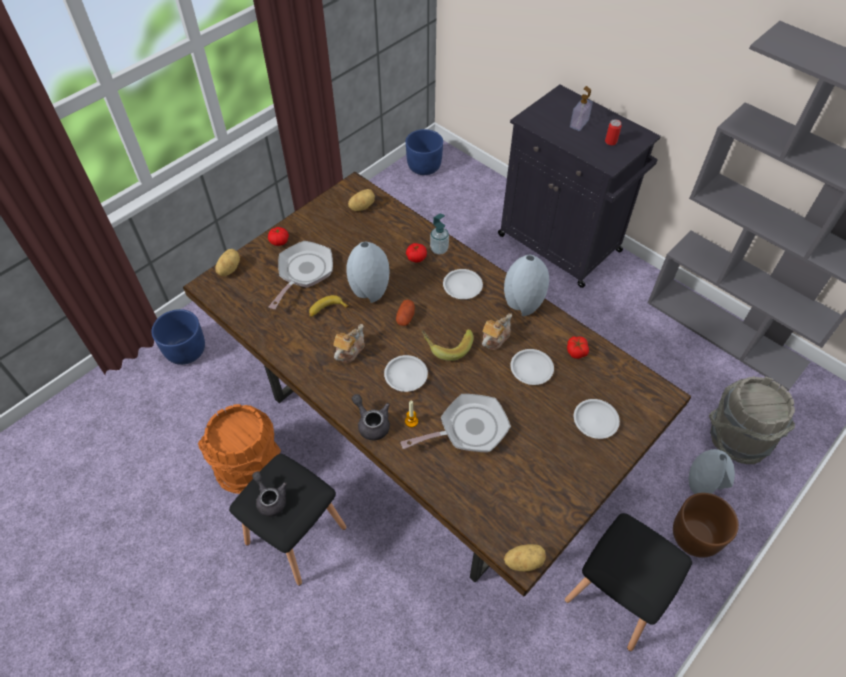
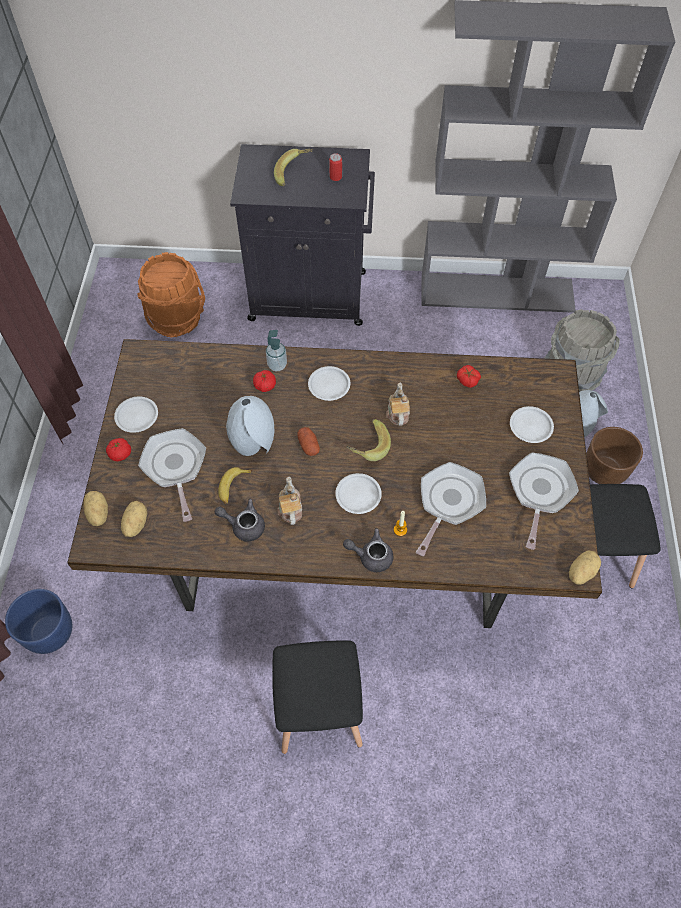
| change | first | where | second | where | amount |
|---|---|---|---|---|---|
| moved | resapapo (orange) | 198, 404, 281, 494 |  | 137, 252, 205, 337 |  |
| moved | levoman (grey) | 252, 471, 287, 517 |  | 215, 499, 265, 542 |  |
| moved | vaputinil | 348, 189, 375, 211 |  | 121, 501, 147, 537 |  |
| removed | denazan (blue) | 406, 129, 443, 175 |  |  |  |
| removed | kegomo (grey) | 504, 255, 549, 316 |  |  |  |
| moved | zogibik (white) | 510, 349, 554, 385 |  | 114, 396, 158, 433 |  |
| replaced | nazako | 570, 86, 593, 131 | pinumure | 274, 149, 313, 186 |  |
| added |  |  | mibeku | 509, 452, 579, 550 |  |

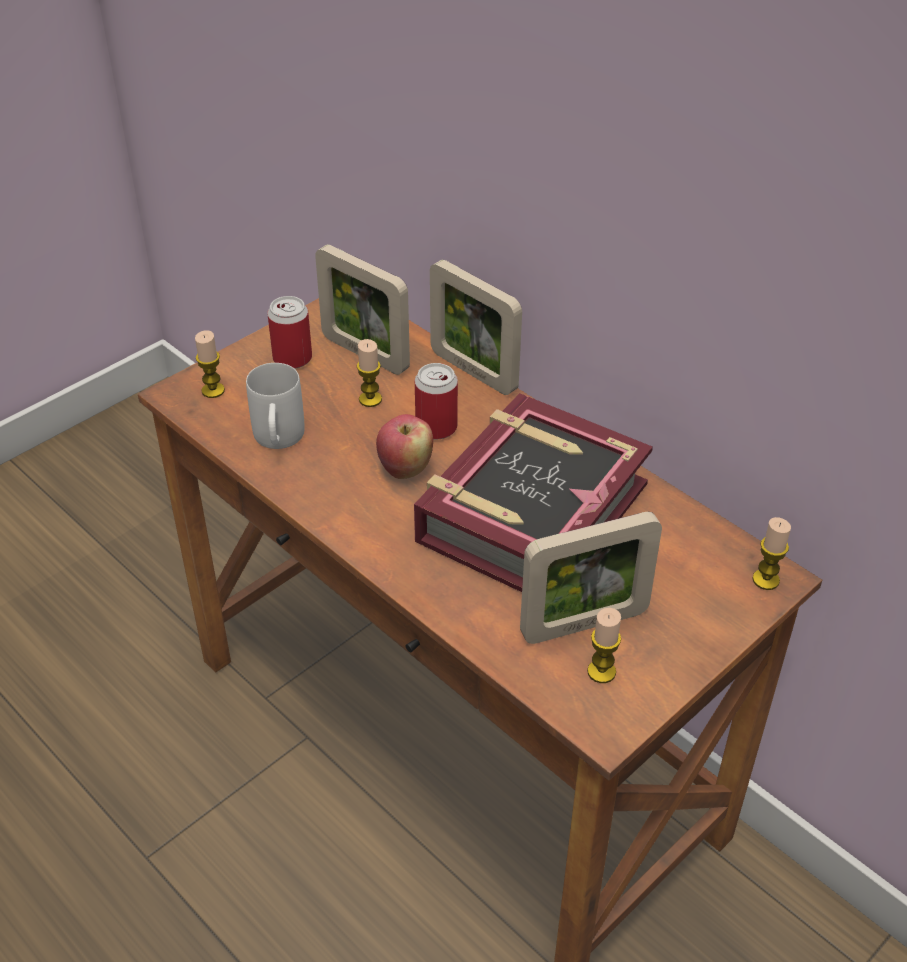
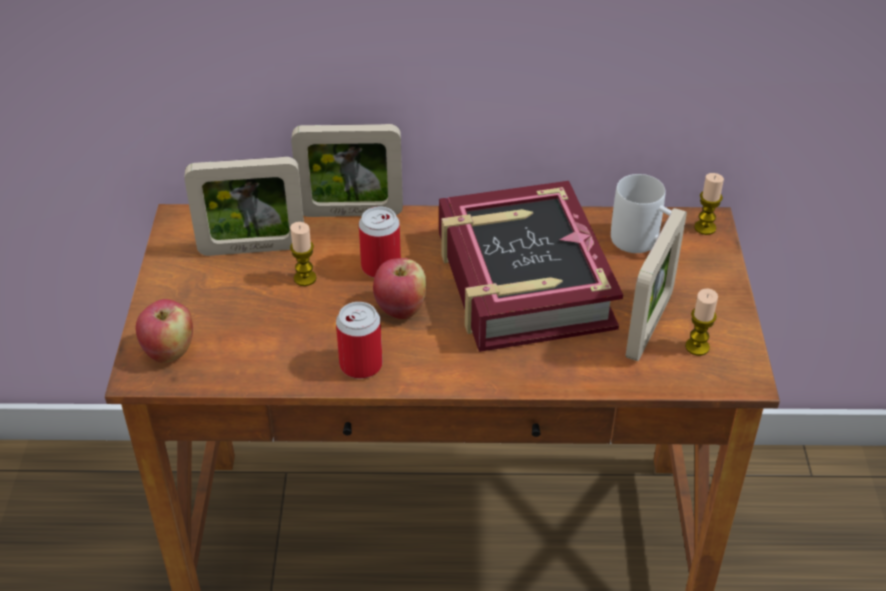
| change | first | where | second | where | amount |
|---|---|---|---|---|---|
| replaced | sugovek | 195, 330, 225, 398 | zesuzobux | 136, 299, 193, 363 |  |
| moved | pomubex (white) | 246, 363, 305, 449 |  | 611, 174, 672, 253 |  |
| moved | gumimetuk | 268, 296, 312, 369 |  | 336, 302, 383, 379 |  |

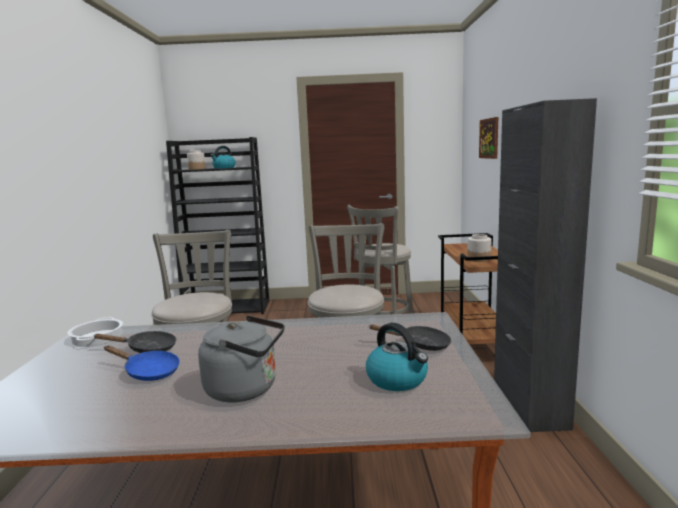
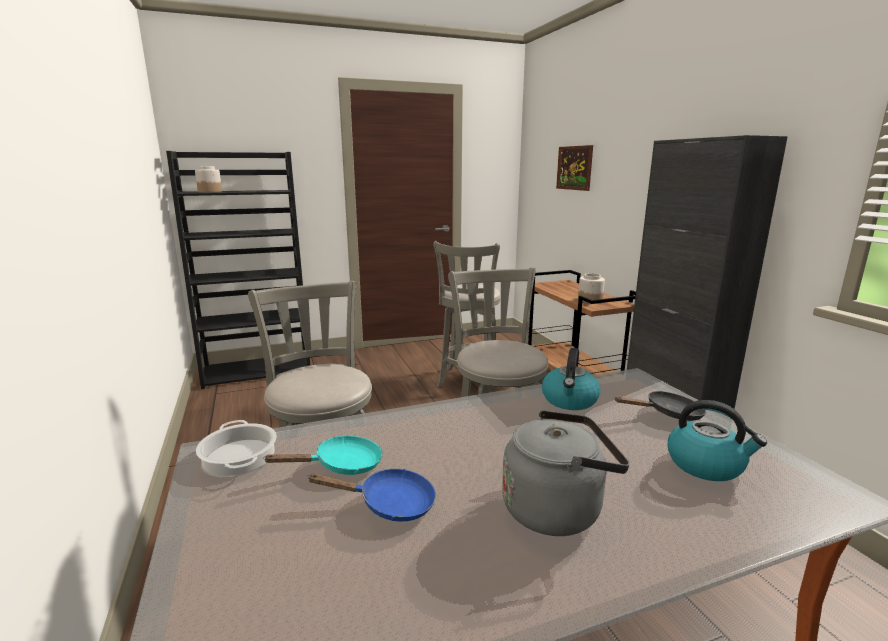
| change | first | where | second | where | amount |
|---|---|---|---|---|---|
| recoloured | mibeku (black) | 93, 331, 176, 353 | mibeku (turquoise) | 263, 435, 383, 475 |  |
| moved | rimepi | 210, 146, 236, 169 |  | 542, 348, 601, 410 |  |

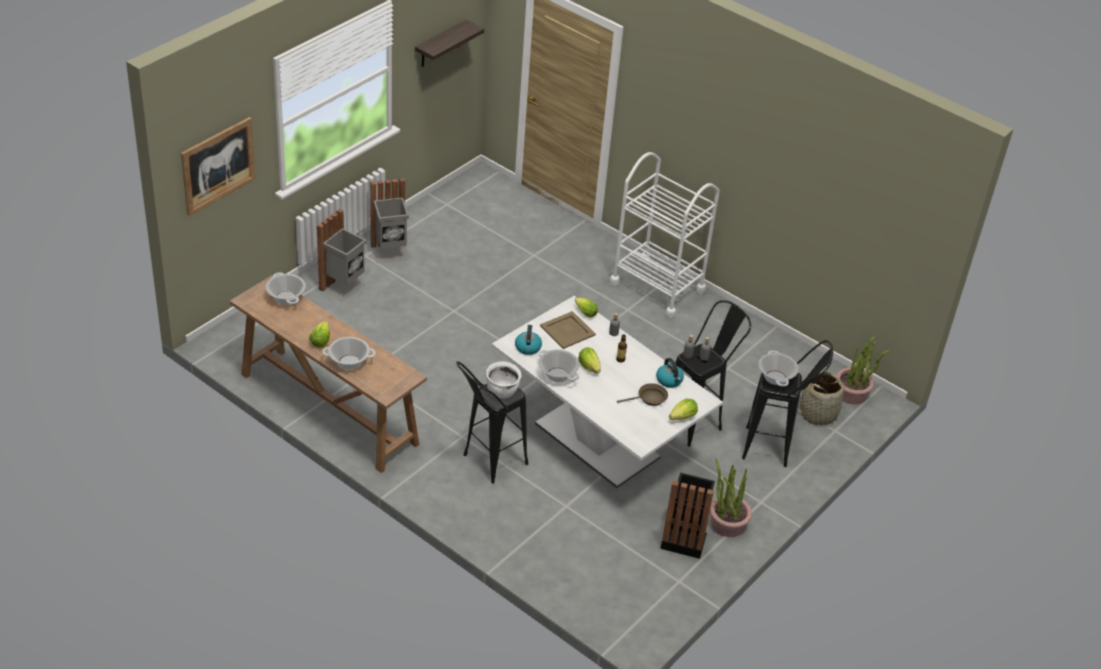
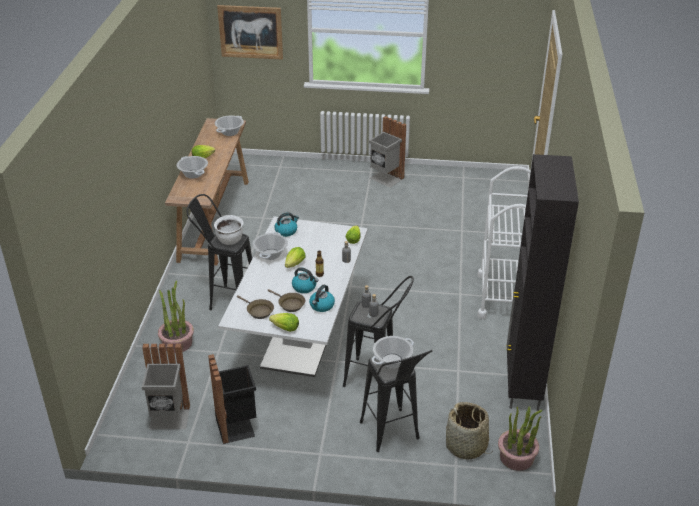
| change | first | where | second | where | amount |
|---|---|---|---|---|---|
| moved | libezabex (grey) | 317, 209, 367, 302 |  | 142, 344, 190, 429 |  |
| removed | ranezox | 415, 20, 484, 67 |  |  |  |
| removed | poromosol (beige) | 540, 311, 596, 349 |  |  |  |
| moved | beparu | 710, 459, 752, 537 |  | 158, 280, 194, 353 |  |
| added |  |  | mibeku (brown) | 237, 295, 274, 319 |  |
| added |  |  | rimepi | 292, 267, 319, 293 |  |
| added |  |  | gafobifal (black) | 506, 154, 579, 411 |  |

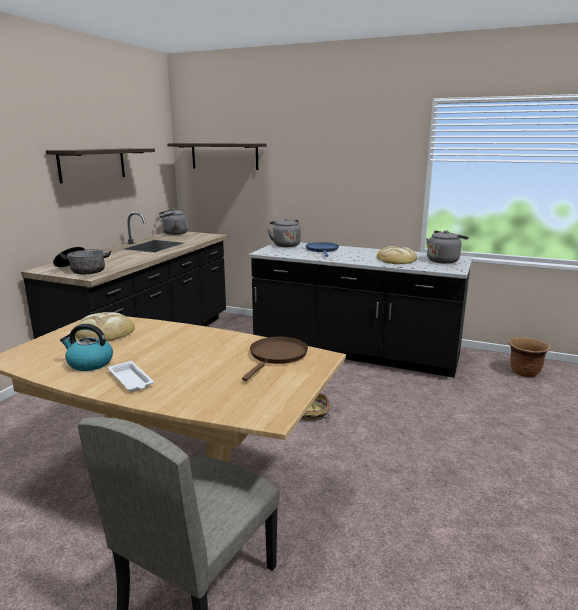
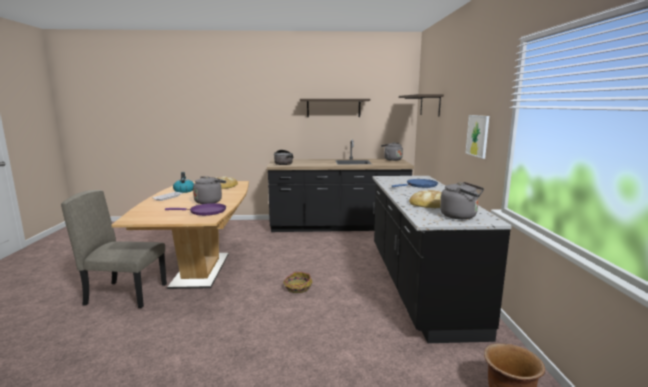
| change | first | where | second | where | amount |
|---|---|---|---|---|---|
| recoloured | mibeku (brown) | 242, 337, 308, 381 | mibeku (purple) | 165, 203, 226, 216 |  |
| moved | rimepi (grey) | 268, 218, 301, 247 |  | 193, 176, 226, 204 |  |
| added |  |  | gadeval | 466, 115, 489, 159 |  |

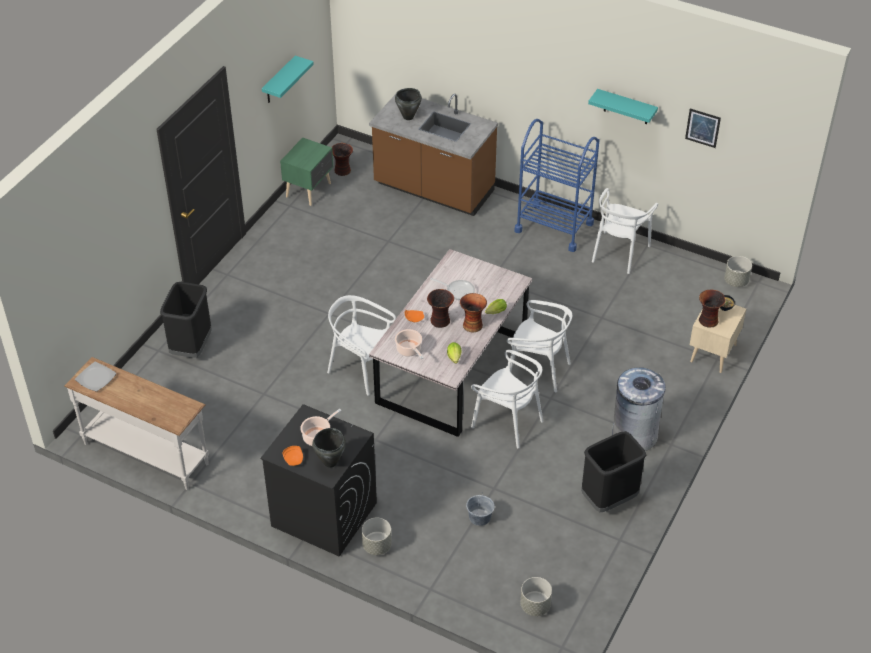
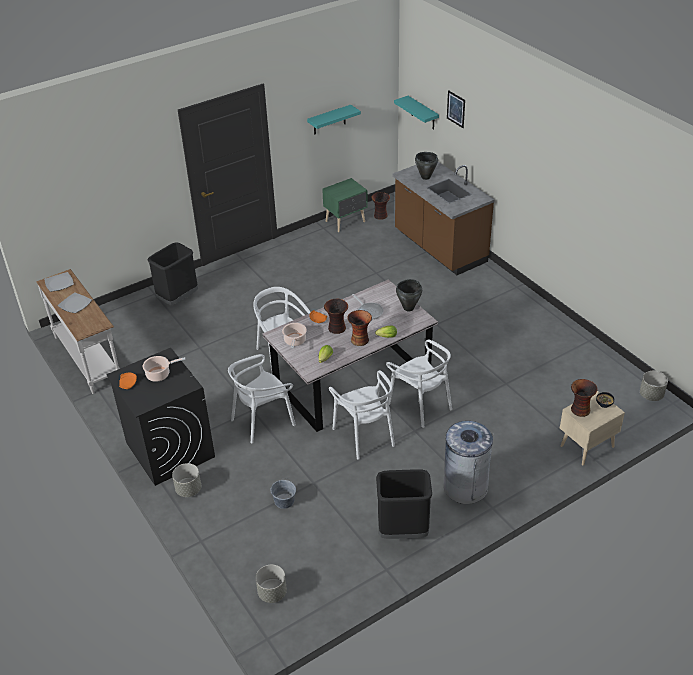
| change | first | where | second | where | amount |
|---|---|---|---|---|---|
| moved | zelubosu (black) | 312, 428, 346, 468 |  | 396, 279, 422, 311 |  |
| removed | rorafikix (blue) | 514, 119, 600, 252 |  |  |  |
| moved | ranezox (turquoise) | 588, 89, 658, 124 |  | 394, 96, 439, 130 |  |
| moved | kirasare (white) | 592, 188, 658, 274 |  | 228, 354, 296, 444 |  |
| moved | gadeval | 685, 108, 721, 148 |  | 447, 90, 465, 128 |  |
| added |  |  | zogibik | 57, 293, 92, 313 |  |

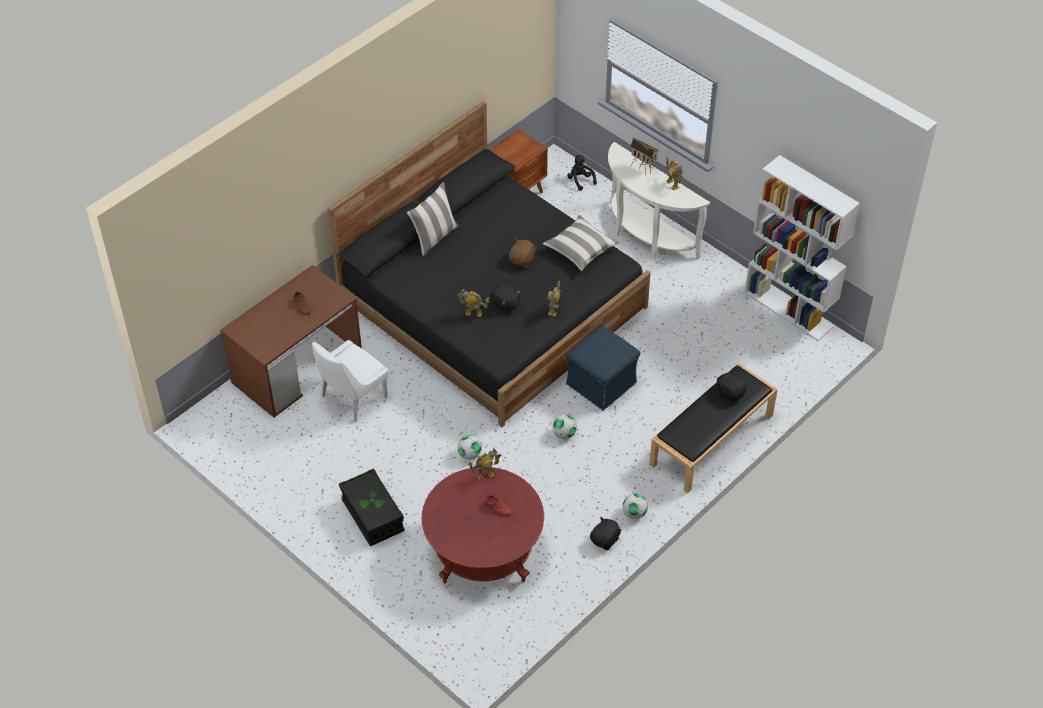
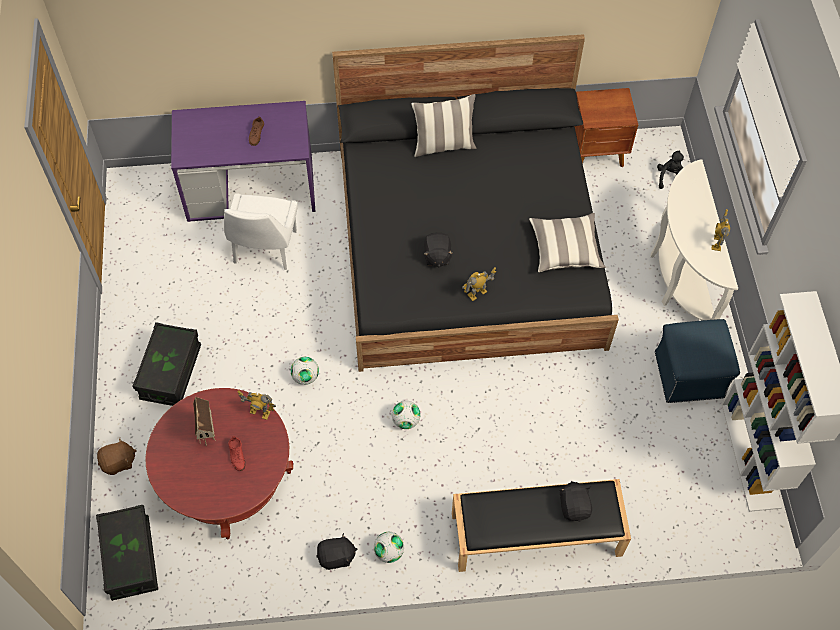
| change | first | where | second | where | amount |
|---|---|---|---|---|---|
| recoloured | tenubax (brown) | 221, 265, 362, 418 | tenubax (purple) | 171, 101, 315, 222 |  |
| turned | kirasare (white) | 312, 340, 389, 422 |  | 224, 193, 298, 270 | 75 degrees counterclockwise |
| removed | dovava | 457, 289, 489, 317 |  |  |  |
| moved | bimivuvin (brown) | 509, 239, 537, 268 |  | 97, 438, 137, 475 |  |
| moved | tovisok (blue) | 566, 326, 640, 410 |  | 655, 319, 740, 403 |  |
| moved | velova | 630, 138, 660, 175 |  | 193, 396, 216, 446 |  |
| added |  |  | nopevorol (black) | 96, 505, 158, 601 |  |

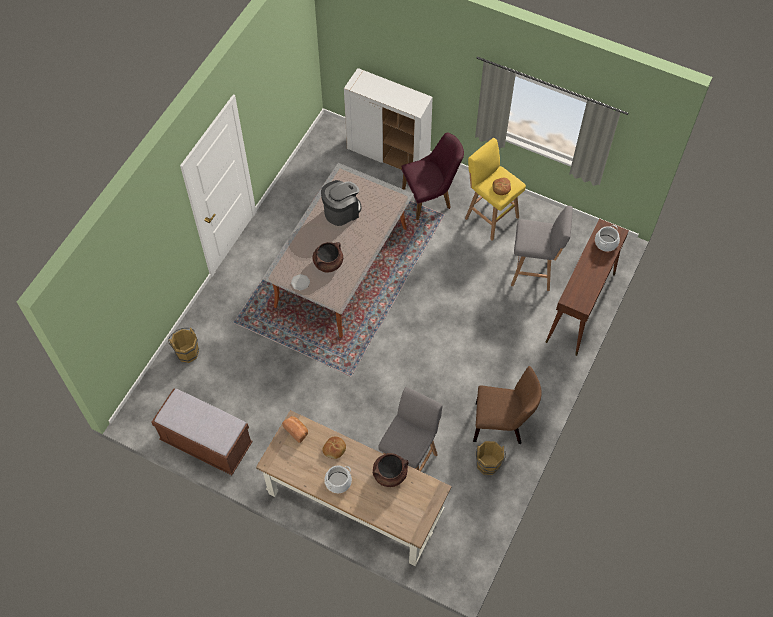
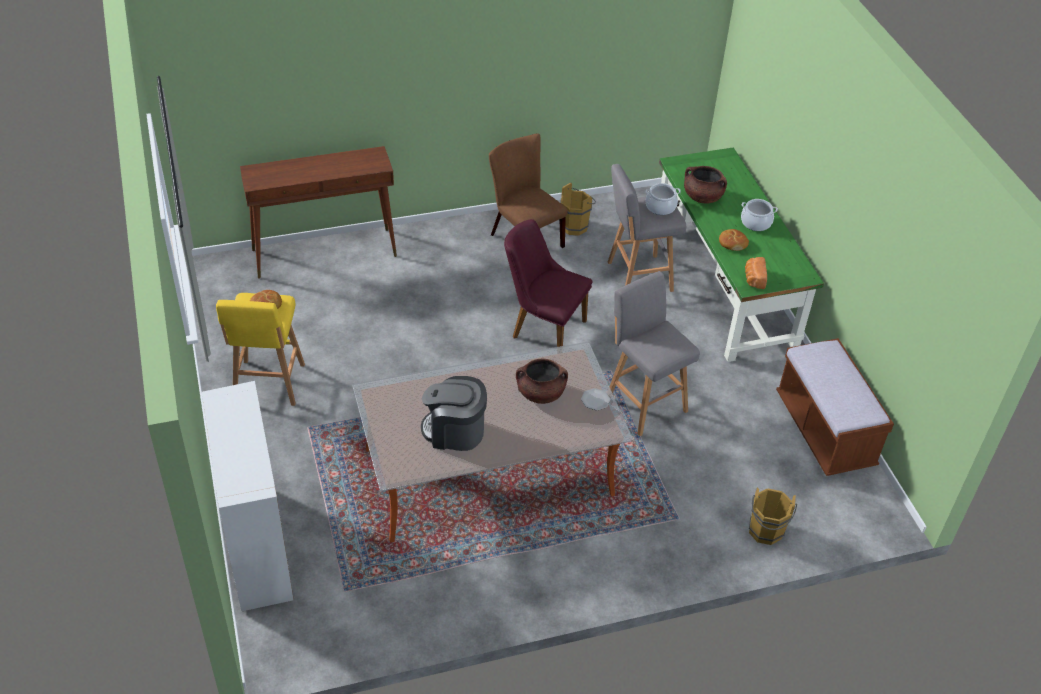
| change | first | where | second | where | amount |
|---|---|---|---|---|---|
| recoloured | tenubax (brown) | 256, 410, 452, 567 | tenubax (green) | 659, 148, 824, 362 |  |
| moved | kirasare (purple) | 401, 133, 464, 220 |  | 504, 219, 593, 347 |  |
| moved | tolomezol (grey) | 511, 206, 573, 291 |  | 609, 271, 700, 436 |  |
| moved | zelubosu | 595, 225, 620, 252 |  | 645, 183, 681, 215 |  |

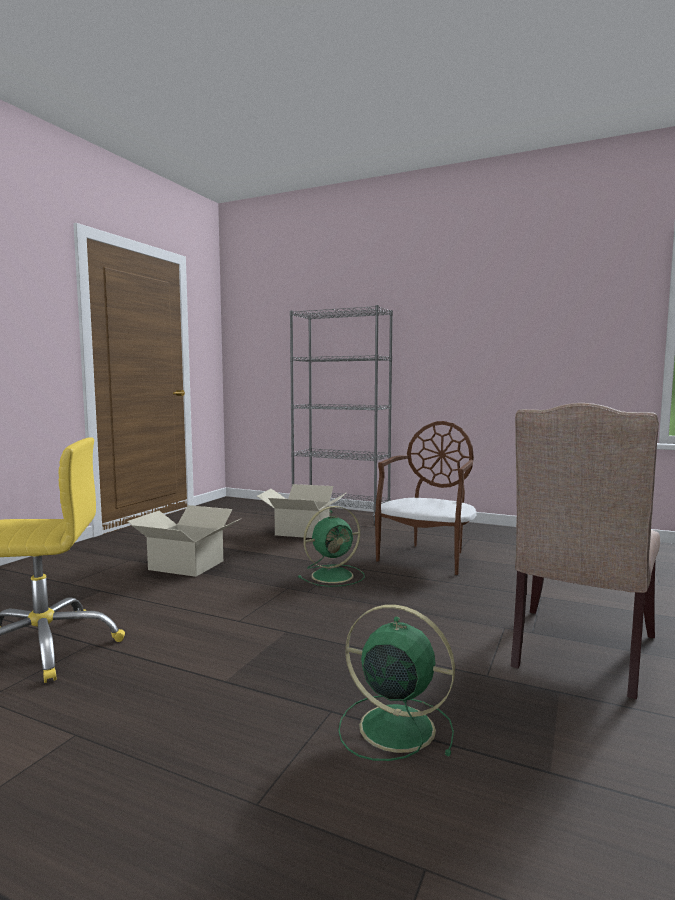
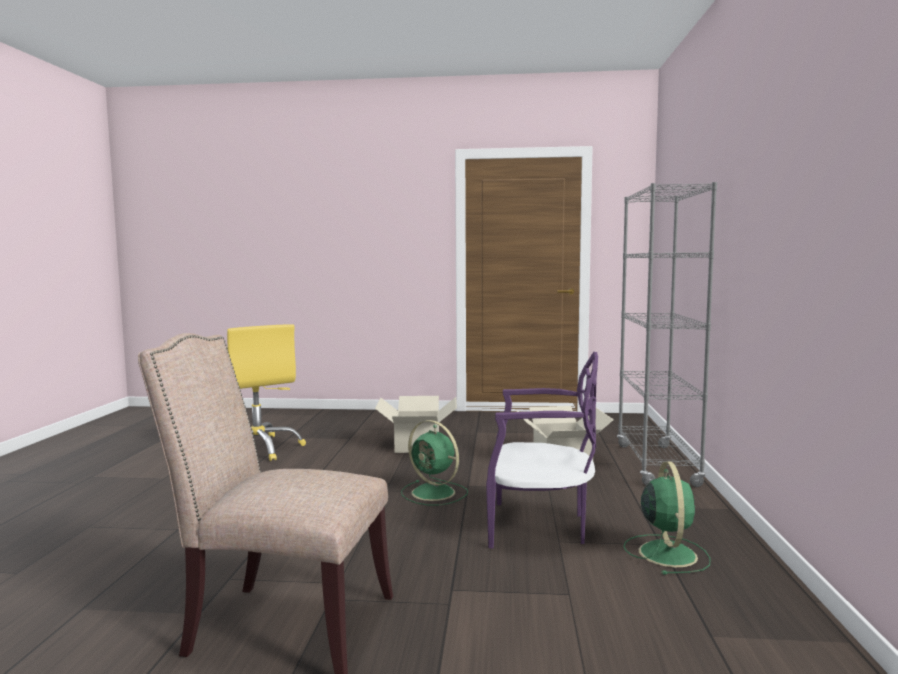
| change | first | where | second | where | amount |
|---|---|---|---|---|---|
| moved | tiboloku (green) | 338, 605, 455, 761 |  | 624, 461, 711, 575 |  |
| recoloured | kirasare (brown) | 375, 421, 477, 575 | kirasare (purple) | 486, 352, 598, 548 |  |

